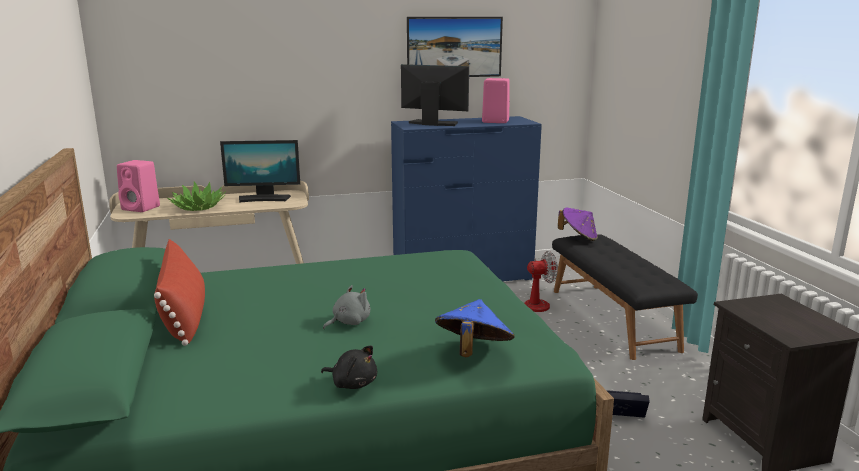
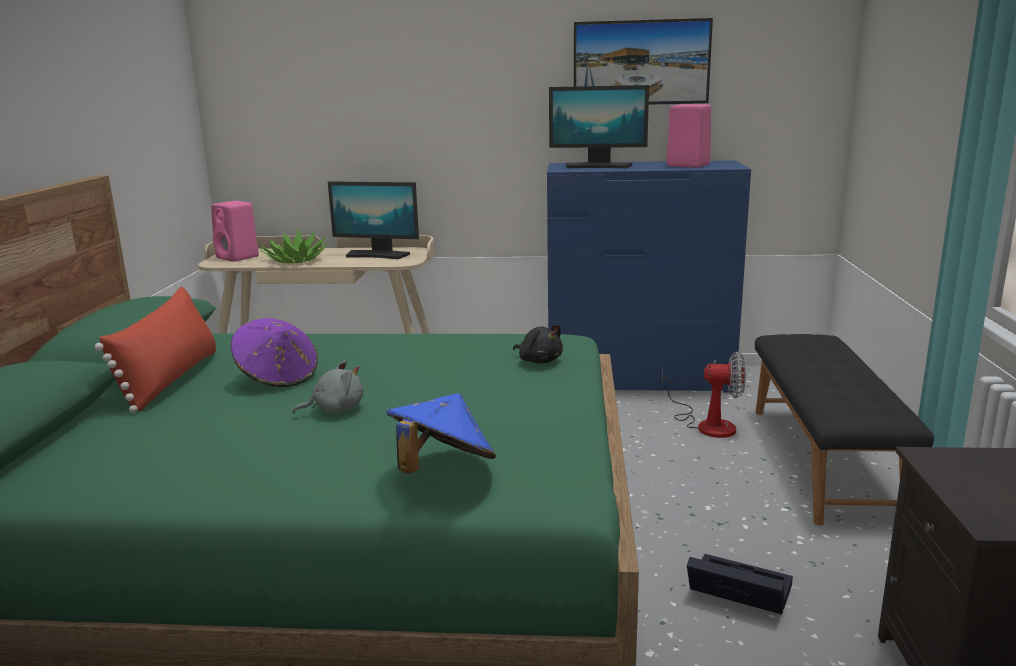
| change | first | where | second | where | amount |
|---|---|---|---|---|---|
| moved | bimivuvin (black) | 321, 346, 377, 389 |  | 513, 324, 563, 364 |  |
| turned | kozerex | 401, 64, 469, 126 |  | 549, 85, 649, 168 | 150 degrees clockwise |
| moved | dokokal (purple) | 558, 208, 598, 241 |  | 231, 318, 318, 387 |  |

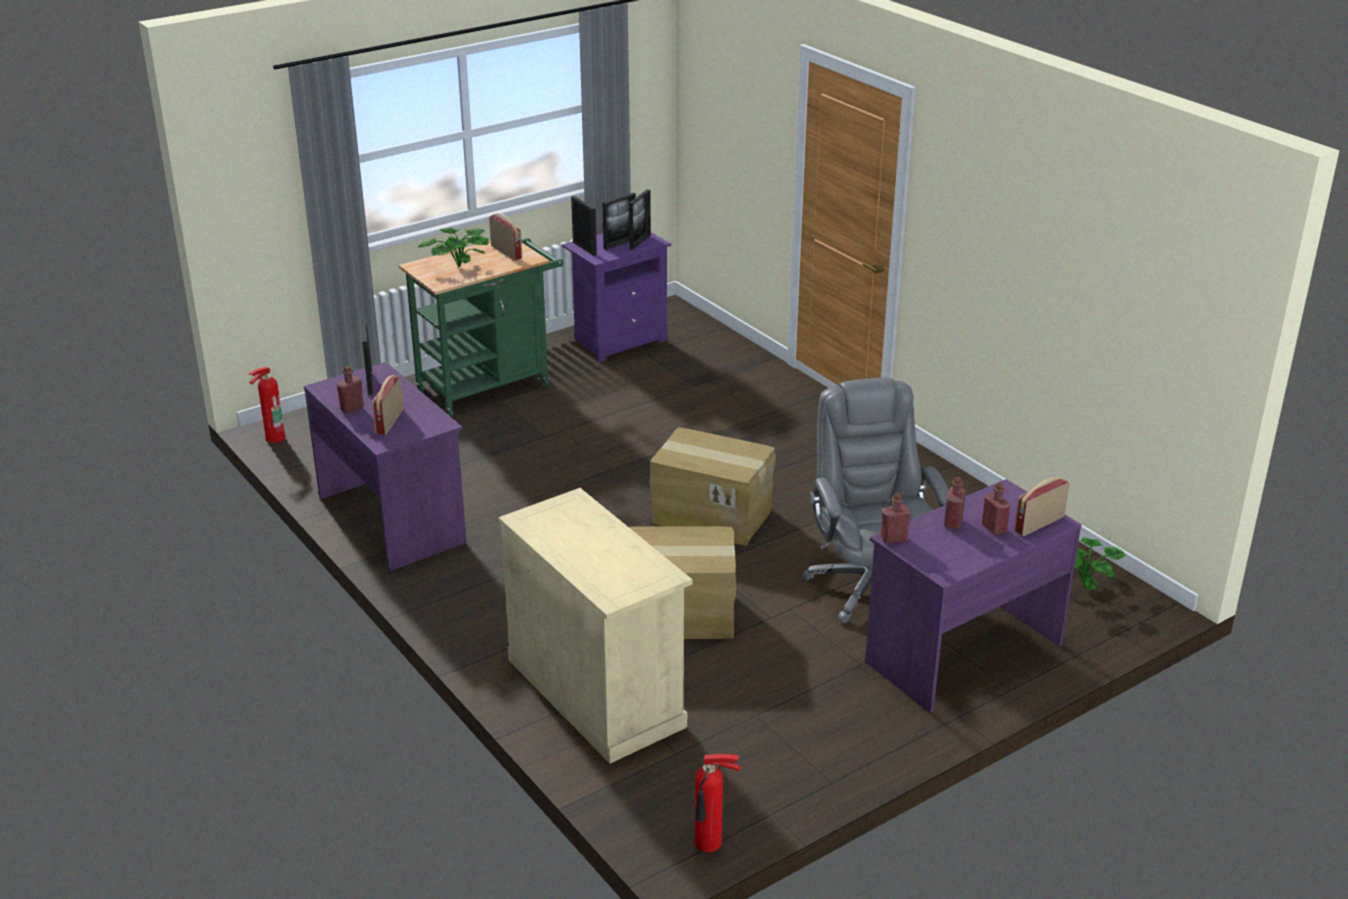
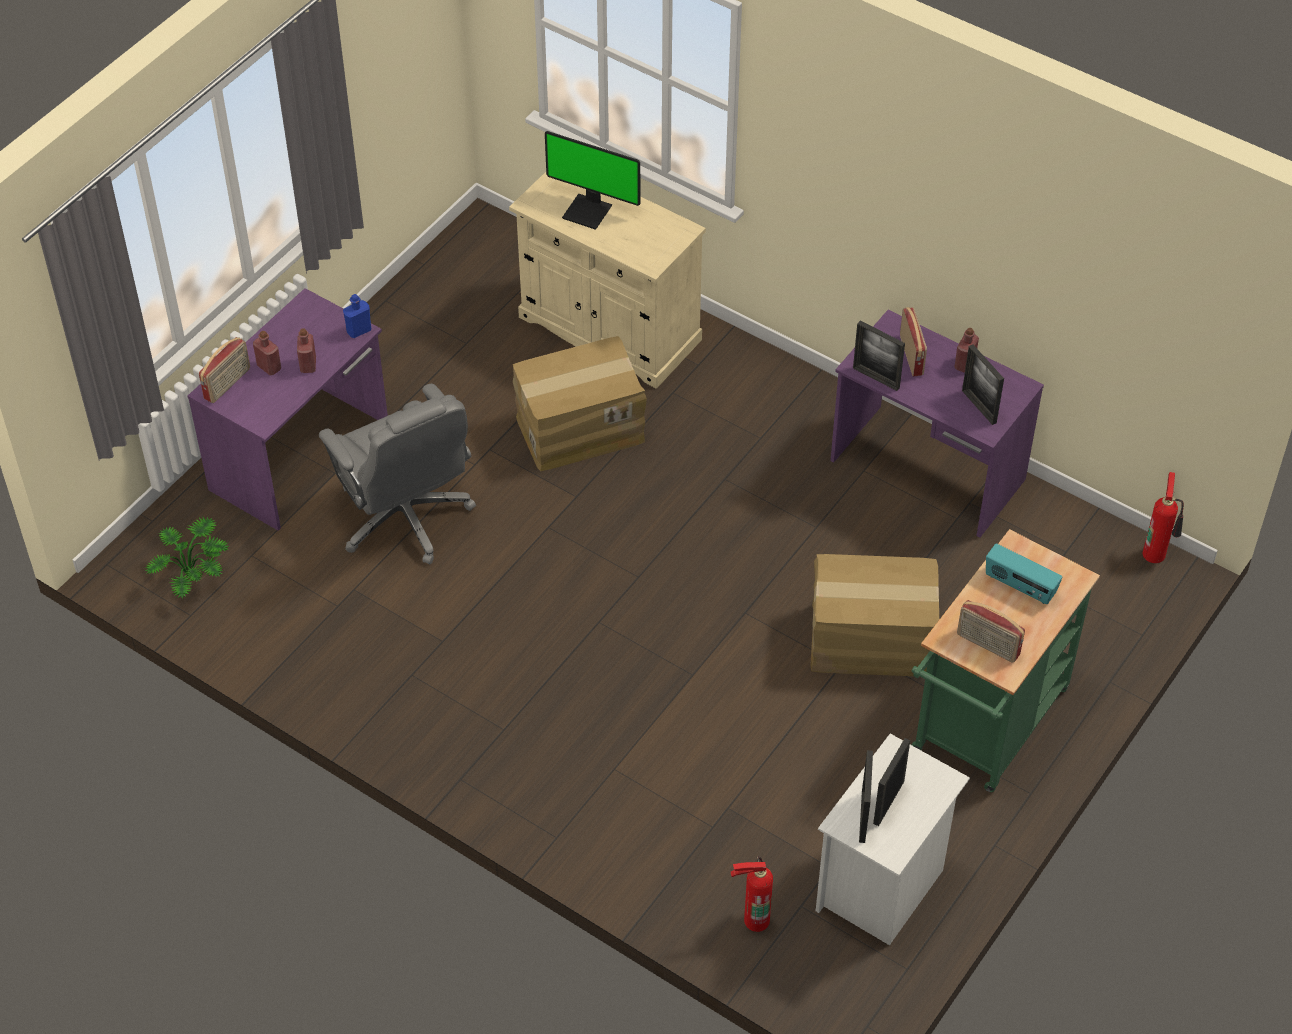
| change | first | where | second | where | amount |
|---|---|---|---|---|---|
| replaced | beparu | 418, 227, 490, 267 | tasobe | 986, 543, 1062, 604 |  |
| recoloured | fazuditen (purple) | 562, 232, 671, 362 | fazuditen (white) | 816, 734, 970, 945 |  |
| moved | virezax | 571, 196, 597, 256 |  | 853, 321, 905, 391 |  |
| moved | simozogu | 649, 427, 776, 546 |  | 810, 554, 939, 676 |  |
| moved | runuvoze | 695, 754, 741, 852 |  | 731, 856, 773, 932 |  |
| recoloured | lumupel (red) | 881, 493, 911, 544 | lumupel (blue) | 343, 294, 371, 338 |  |
| added |  |  | kozerex | 545, 131, 640, 230 |  |

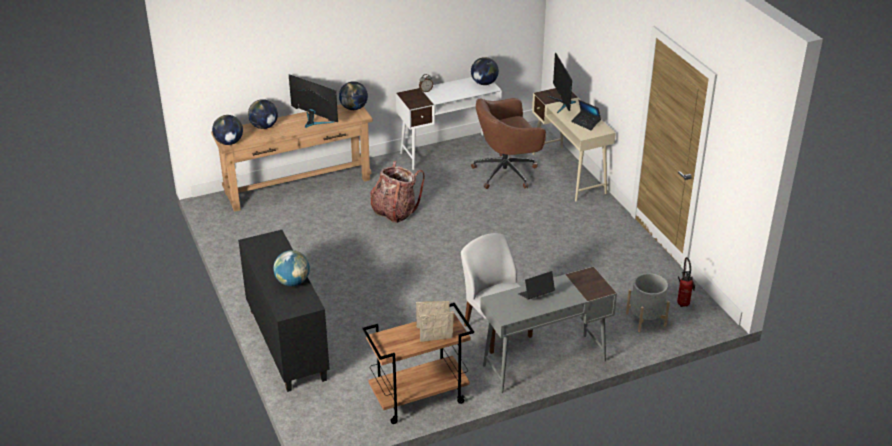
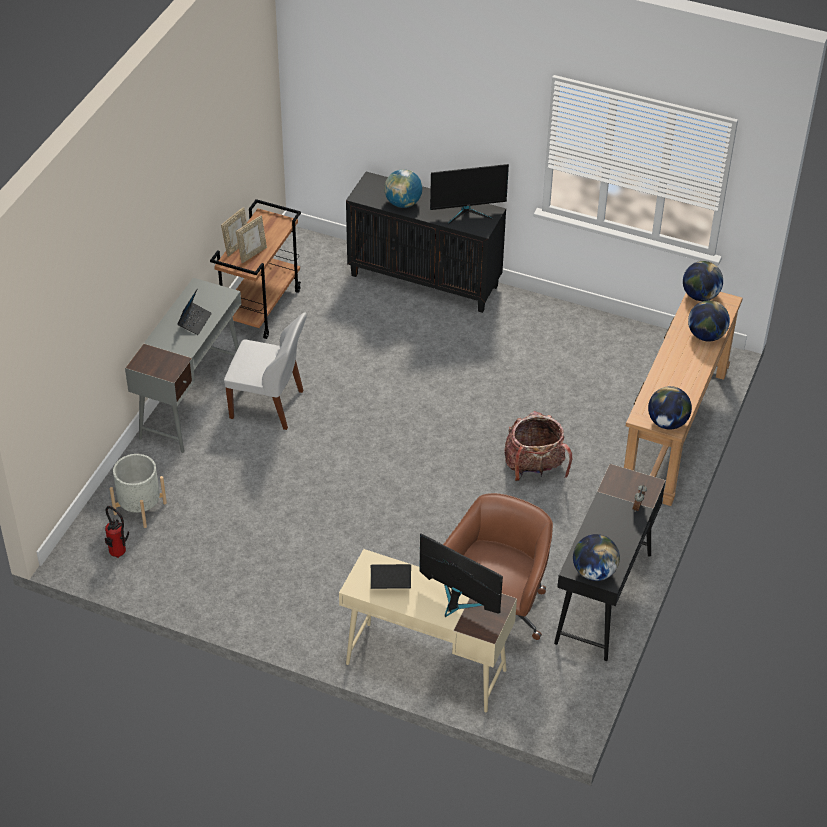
| change | first | where | second | where | amount |
|---|---|---|---|---|---|
| moved | kozerex | 289, 74, 338, 128 |  | 430, 164, 509, 225 |  |
| recoloured | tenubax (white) | 396, 77, 502, 170 | tenubax (black) | 554, 464, 666, 661 |  |

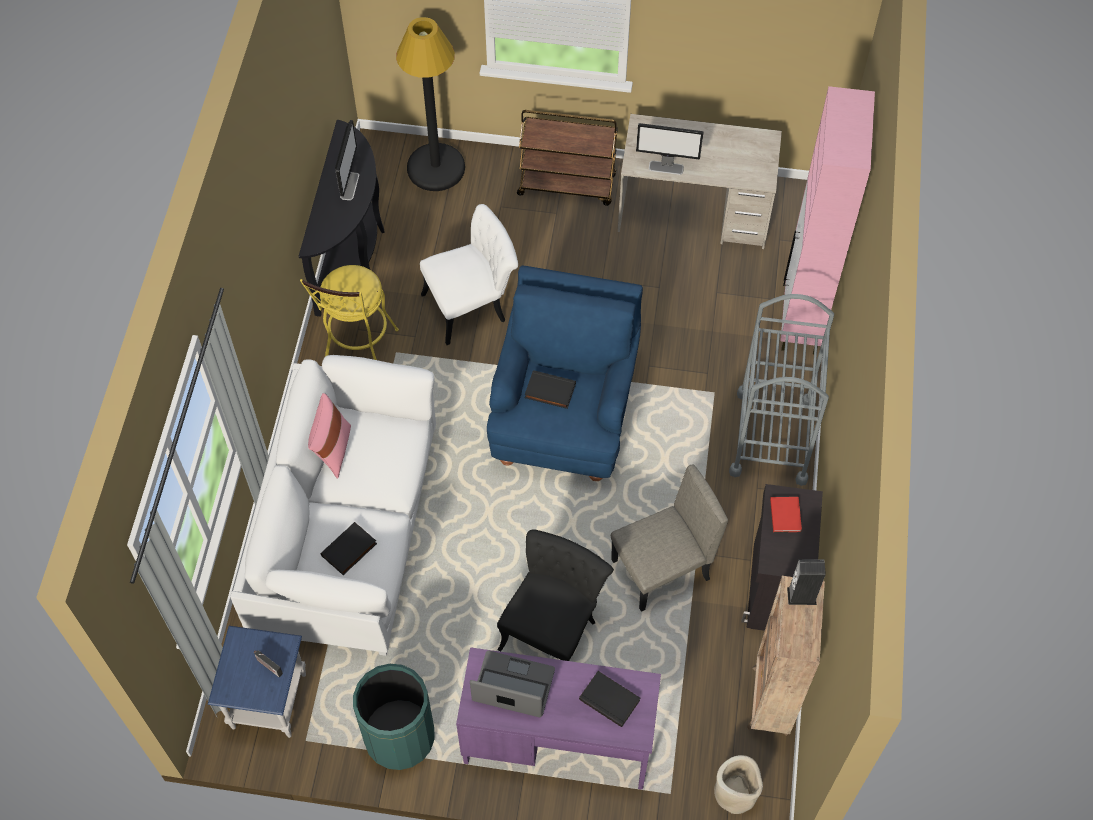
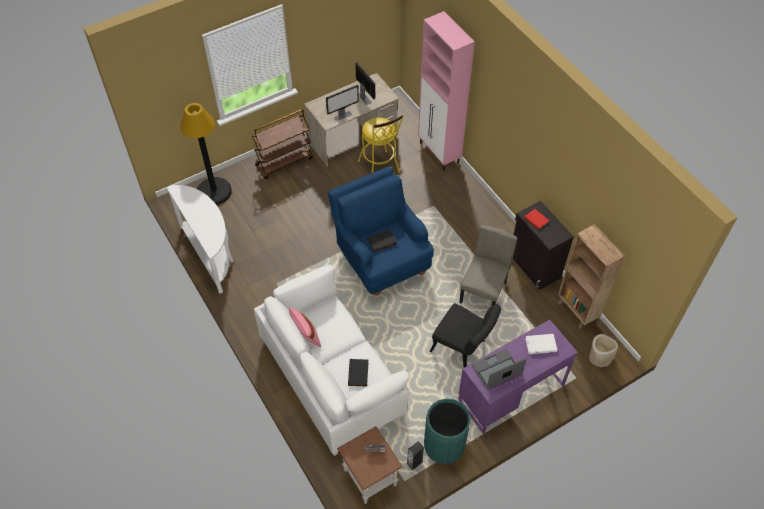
| change | first | where | second | where | amount |
|---|---|---|---|---|---|
| recoloured | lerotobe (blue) | 208, 626, 306, 738 | lerotobe (brown) | 337, 426, 403, 504 |  |
| recoloured | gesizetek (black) | 299, 120, 385, 316 | gesizetek (white) | 166, 185, 234, 294 |  |
| moved | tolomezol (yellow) | 300, 265, 399, 360 |  | 358, 115, 404, 173 |  |
| moved | kozerex | 335, 120, 359, 200 |  | 355, 62, 375, 105 |  |
| removed | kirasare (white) | 420, 204, 518, 345 |  |  |  |
| turned | kirasare (black) | 497, 529, 614, 661 |  | 429, 303, 501, 368 | 135 degrees clockwise |
| recoloured | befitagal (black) | 579, 671, 640, 727 | befitagal (white) | 525, 334, 557, 354 |  |
| removed | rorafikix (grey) | 729, 294, 834, 486 |  |  |  |
| moved | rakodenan | 787, 559, 825, 605 |  | 406, 441, 424, 470 |  |

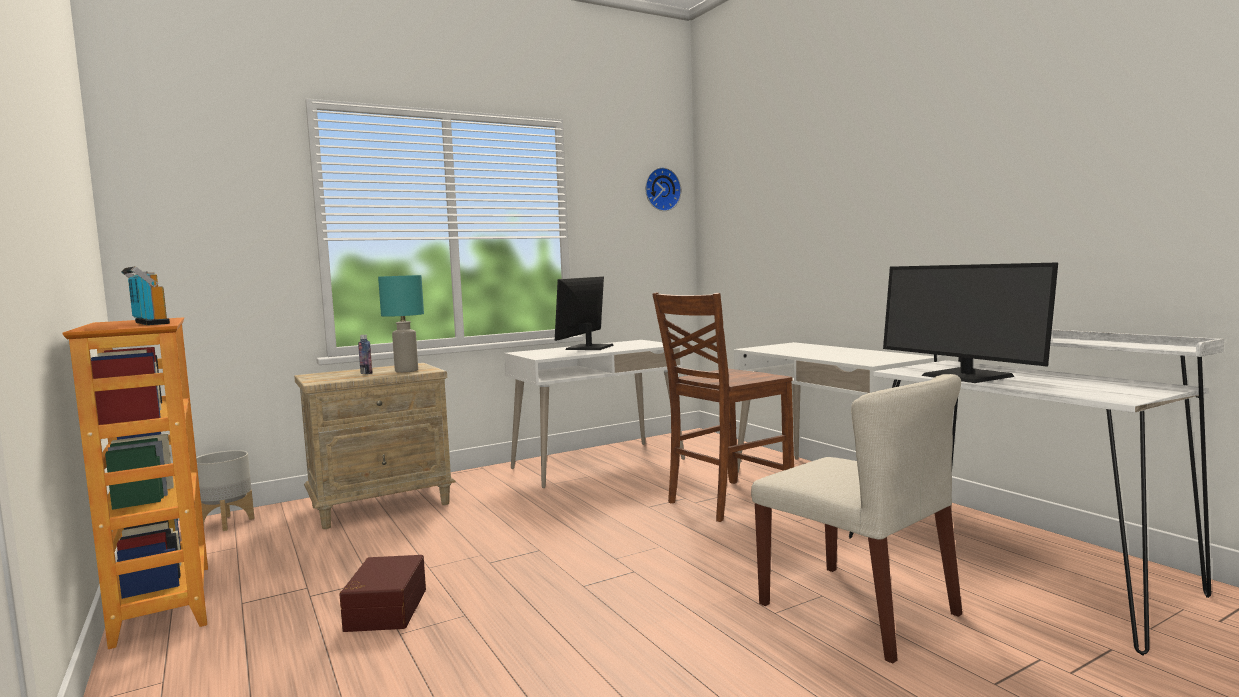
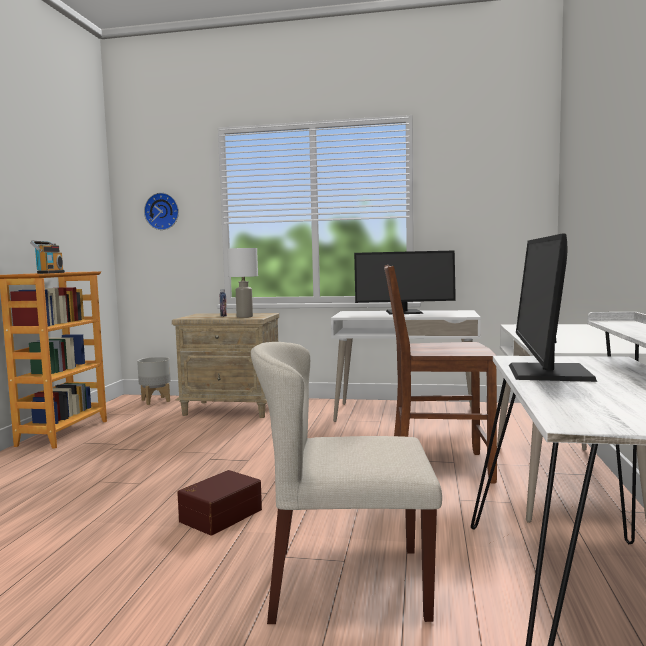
| change | first | where | second | where | amount |
|---|---|---|---|---|---|
| moved | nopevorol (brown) | 339, 555, 426, 632 |  | 177, 470, 262, 536 |  |
| recoloured | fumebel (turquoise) | 378, 275, 424, 373 | fumebel (white) | 227, 248, 258, 318 |  |
| turned | kozerex | 555, 276, 614, 350 |  | 354, 250, 456, 315 | 150 degrees counterclockwise |
| moved | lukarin | 645, 167, 681, 211 |  | 144, 193, 179, 230 |  |
| turned | kirasare (beige) | 751, 374, 962, 664 |  | 251, 342, 442, 624 | 90 degrees clockwise |

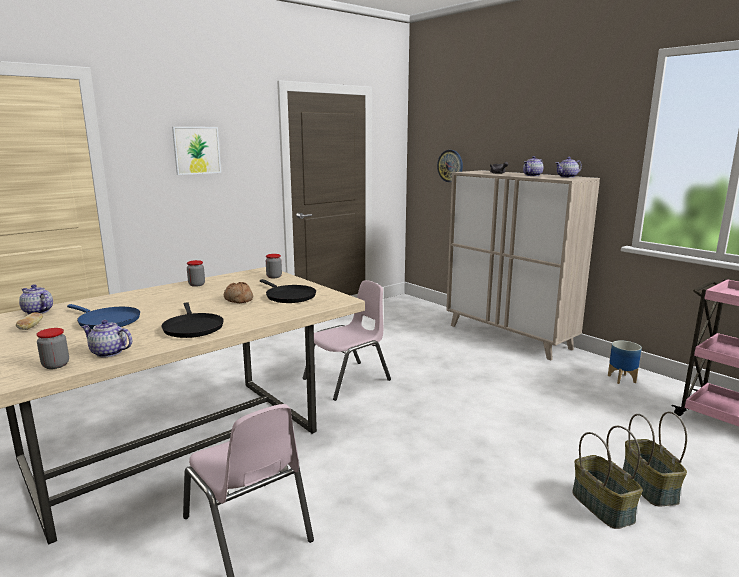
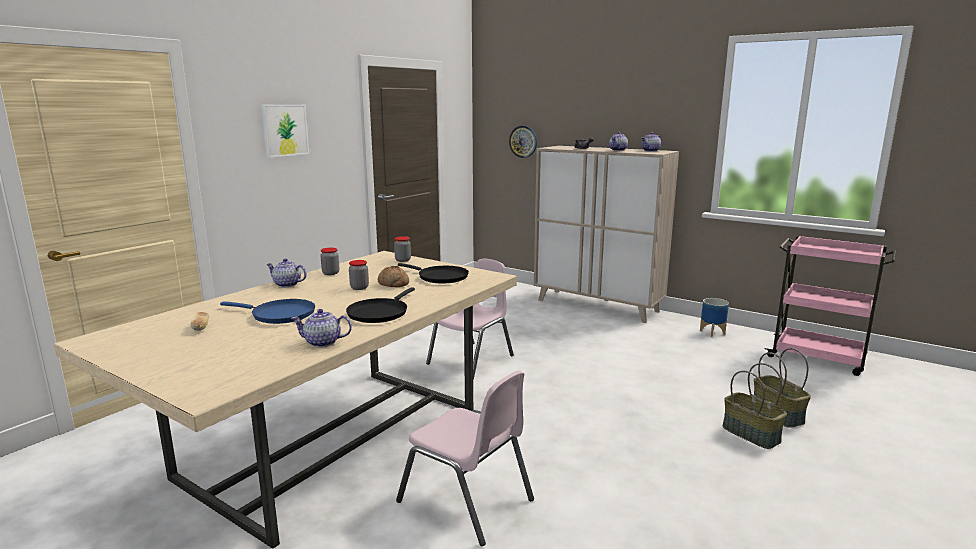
| change | first | where | second | where | amount |
|---|---|---|---|---|---|
| moved | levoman | 19, 285, 53, 315 |  | 266, 258, 307, 287 |  |
| moved | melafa | 36, 328, 69, 369 |  | 349, 260, 369, 290 |  |
| turned | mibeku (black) | 161, 302, 224, 338 |  | 346, 287, 415, 323 | 60 degrees clockwise |

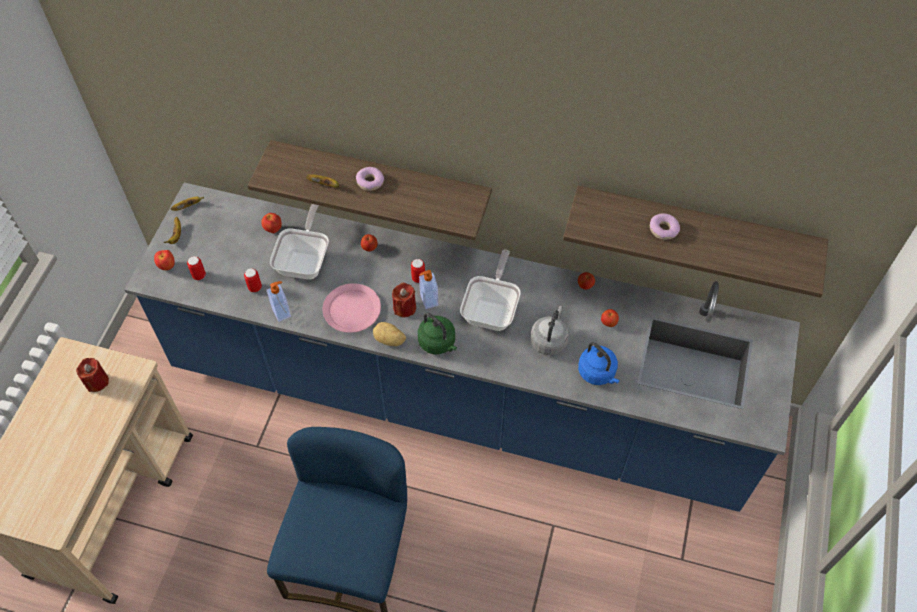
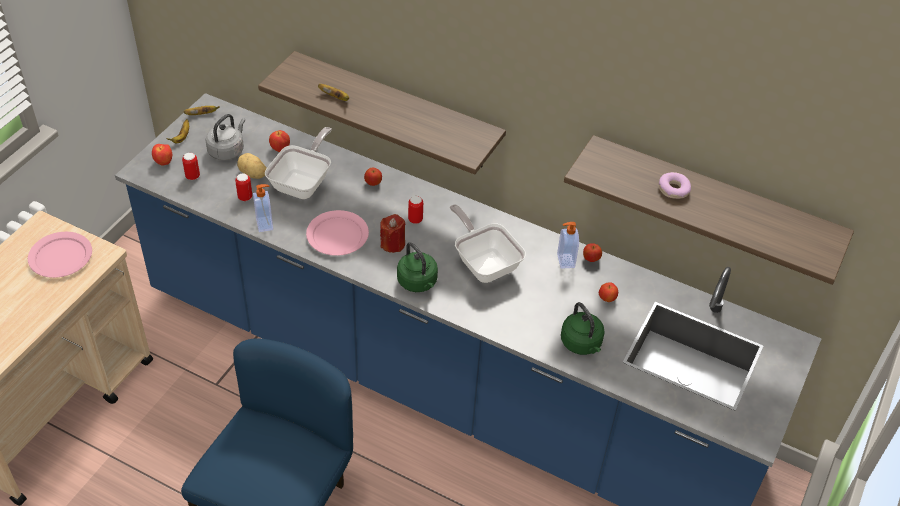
| change | first | where | second | where | amount |
|---|---|---|---|---|---|
| replaced | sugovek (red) | 76, 358, 109, 392 | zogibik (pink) | 28, 232, 92, 278 |  |
| removed | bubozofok | 356, 167, 384, 191 |  |  |  |
| moved | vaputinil | 373, 322, 406, 346 |  | 237, 153, 267, 179 |  |
| moved | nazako | 419, 270, 438, 309 |  | 557, 222, 579, 269 |  |
| turned | mibeku | 460, 250, 521, 331 |  | 450, 204, 526, 283 | 60 degrees counterclockwise |
| moved | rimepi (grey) | 530, 306, 569, 355 |  | 205, 114, 245, 161 |  |
| recoloured | rimepi (blue) | 578, 342, 620, 385 | rimepi (green) | 561, 302, 605, 355 |  |

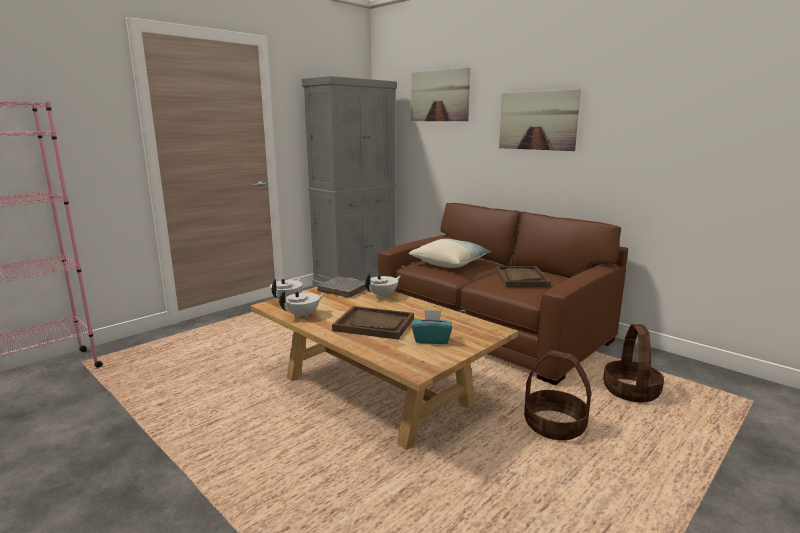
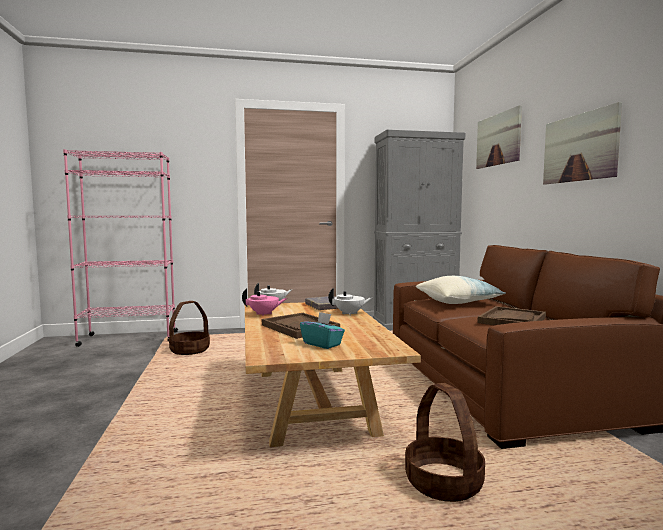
| change | first | where | second | where | amount |
|---|---|---|---|---|---|
| recoloured | levoman (white) | 279, 290, 325, 318 | levoman (pink) | 242, 288, 287, 316 |  |
| moved | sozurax | 603, 324, 664, 403 |  | 169, 301, 210, 355 |  |

